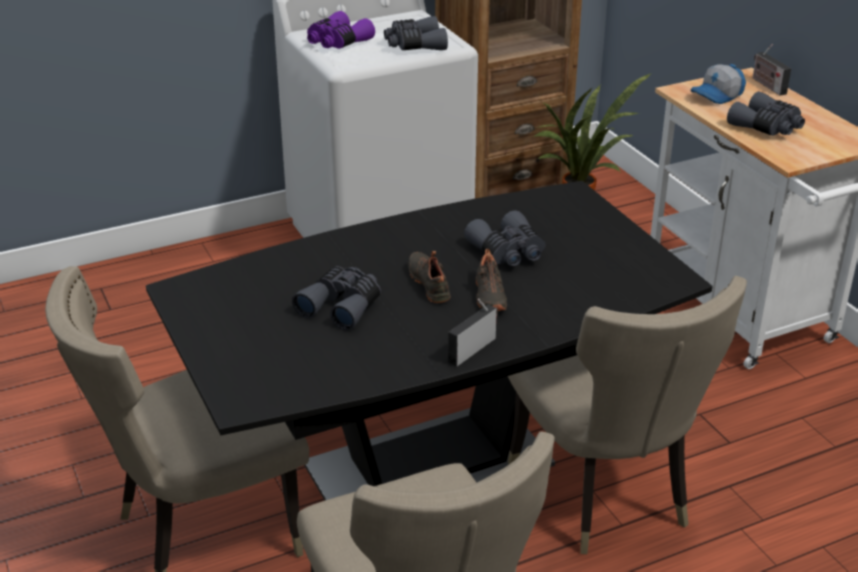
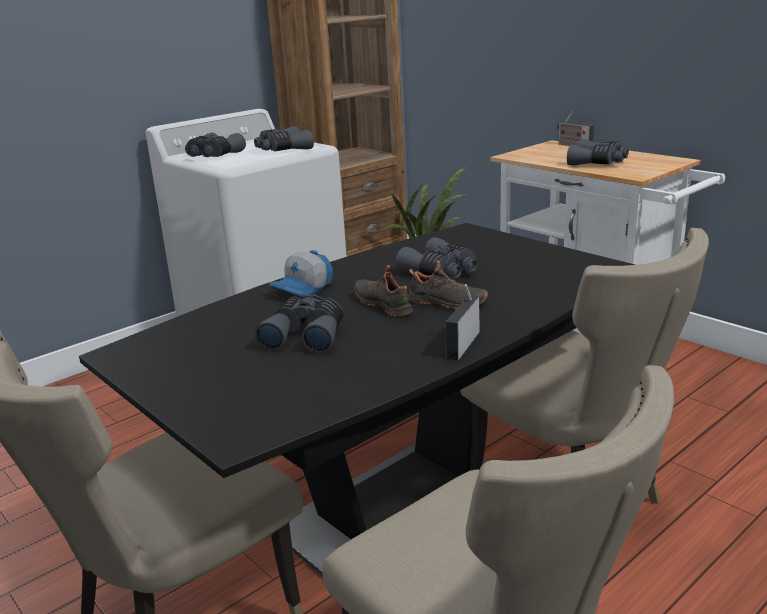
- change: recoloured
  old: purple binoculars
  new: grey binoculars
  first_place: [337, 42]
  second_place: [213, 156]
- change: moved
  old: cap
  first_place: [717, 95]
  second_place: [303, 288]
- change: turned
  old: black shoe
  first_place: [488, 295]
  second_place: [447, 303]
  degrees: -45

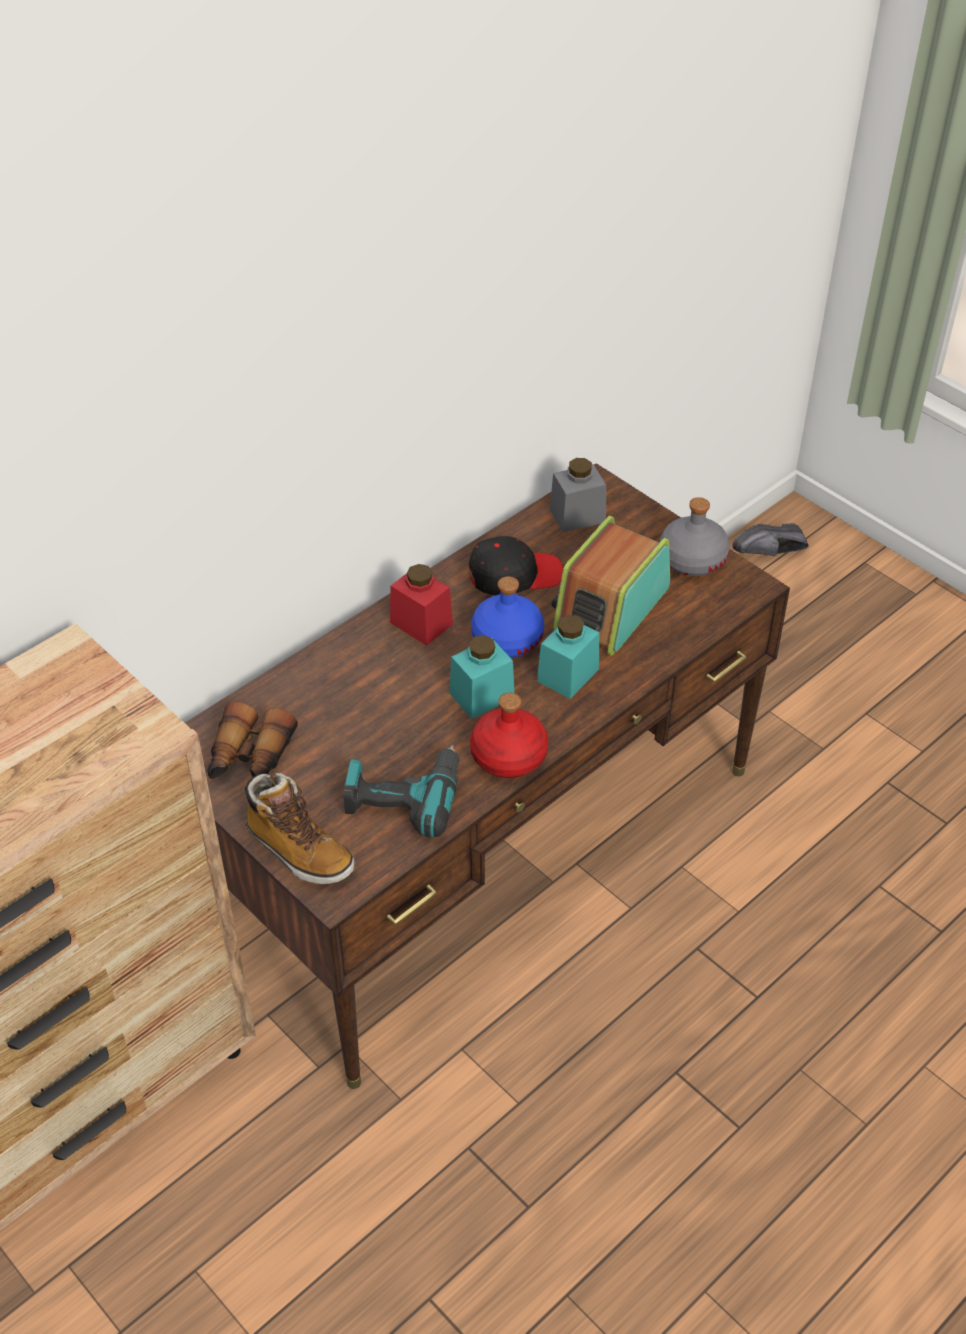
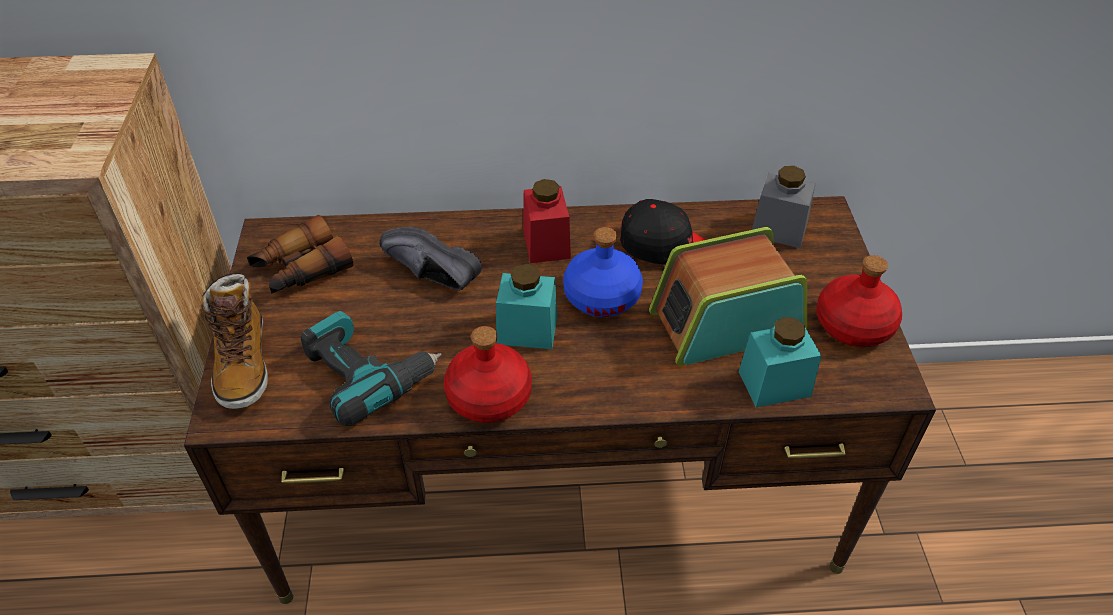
- change: moved
  old: black shoe
  first_place: [771, 553]
  second_place: [428, 276]
- change: moved
  old: turquoise jar
  first_place: [568, 675]
  second_place: [774, 384]
- change: recoloured
  old: grey bottle
  new: red bottle
  first_place: [692, 559]
  second_place: [853, 324]

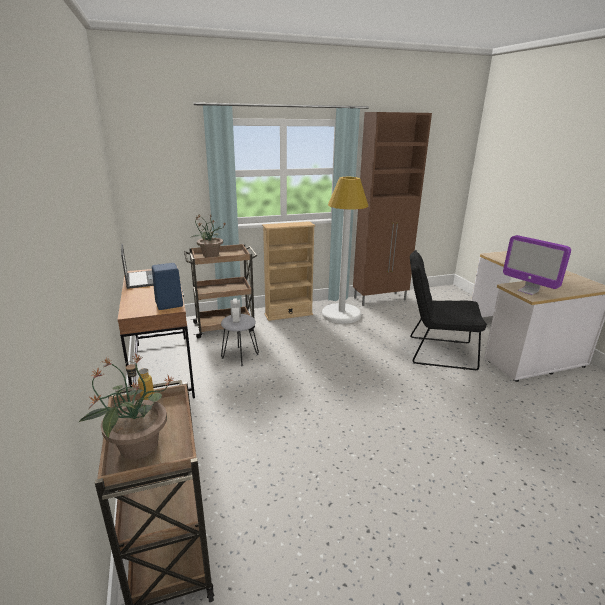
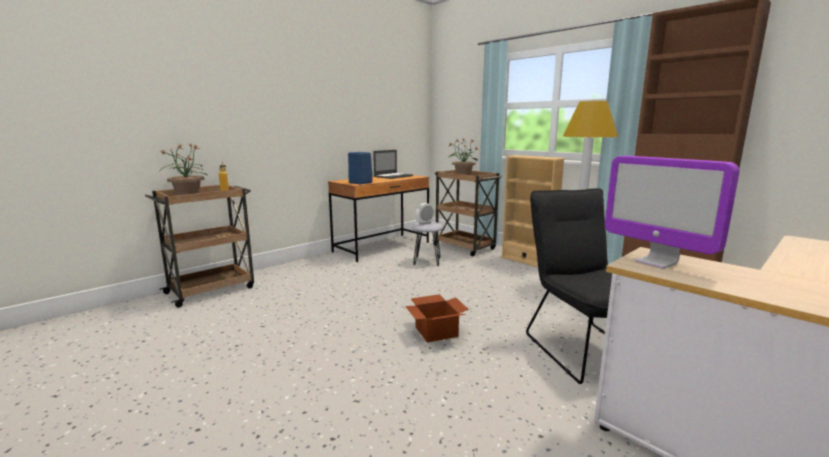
- change: added
  new: cardboard box
  second_place: [436, 331]
- change: turned
  old: monitor
  first_place: [528, 291]
  second_place: [656, 262]
  degrees: -60

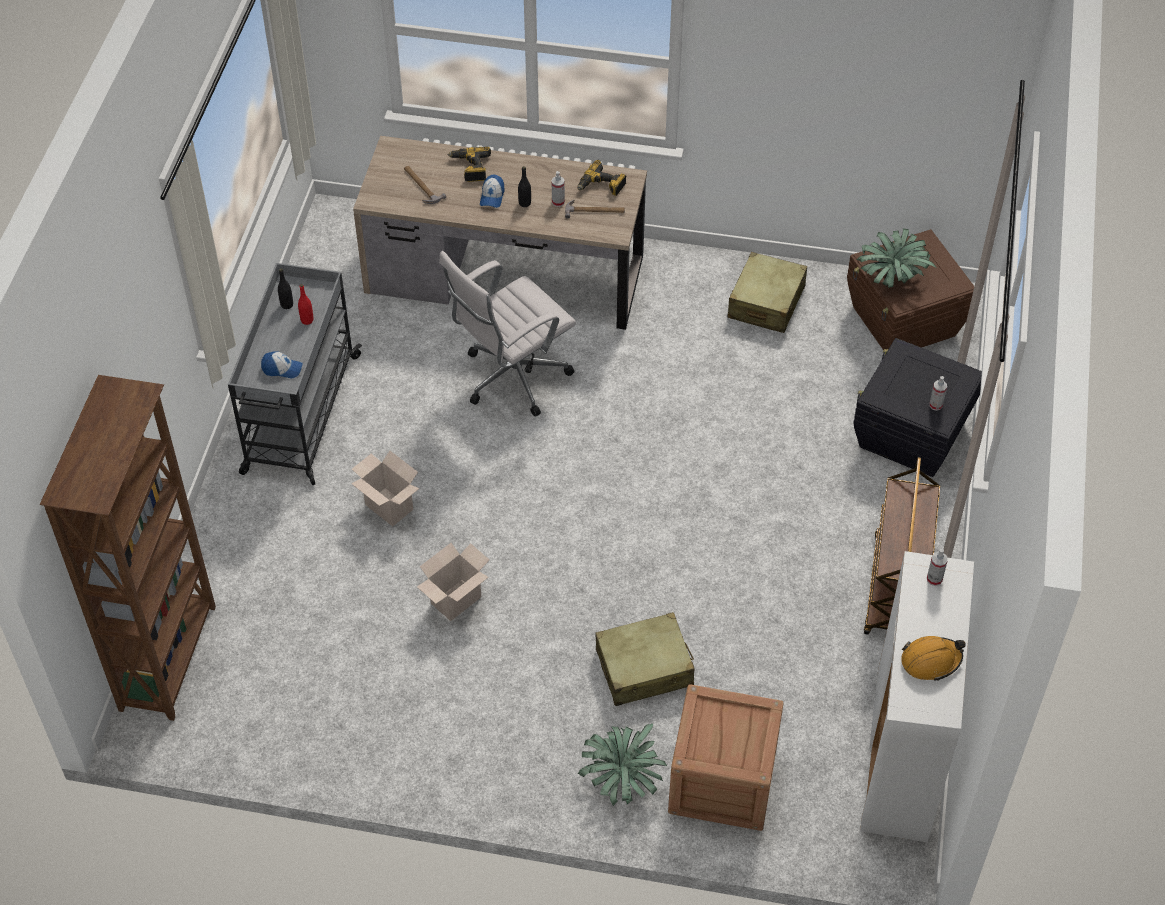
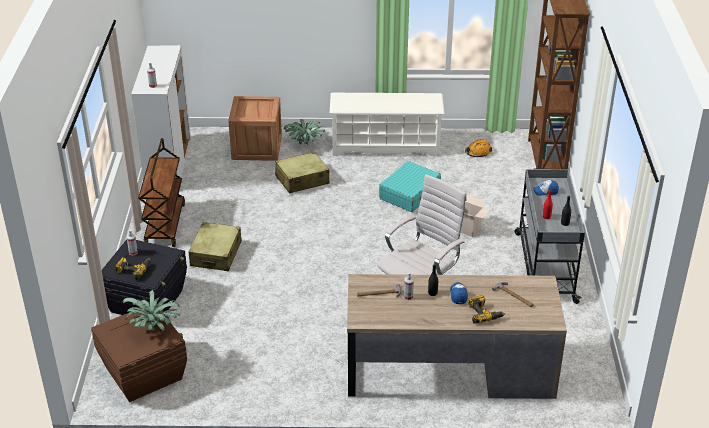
- change: moved
  old: power drill
  first_place: [601, 186]
  second_place: [133, 270]
- change: moved
  old: beige suitcase
  first_place: [766, 303]
  second_place: [216, 254]
- change: added
  new: white shoe rack
  second_place: [386, 145]
- change: replaced
  old: cardboard box
  new: turquoise suitcase
  first_place: [456, 602]
  second_place: [410, 194]
- change: moved
  old: orange hard hat
  first_place: [931, 661]
  second_place: [478, 152]

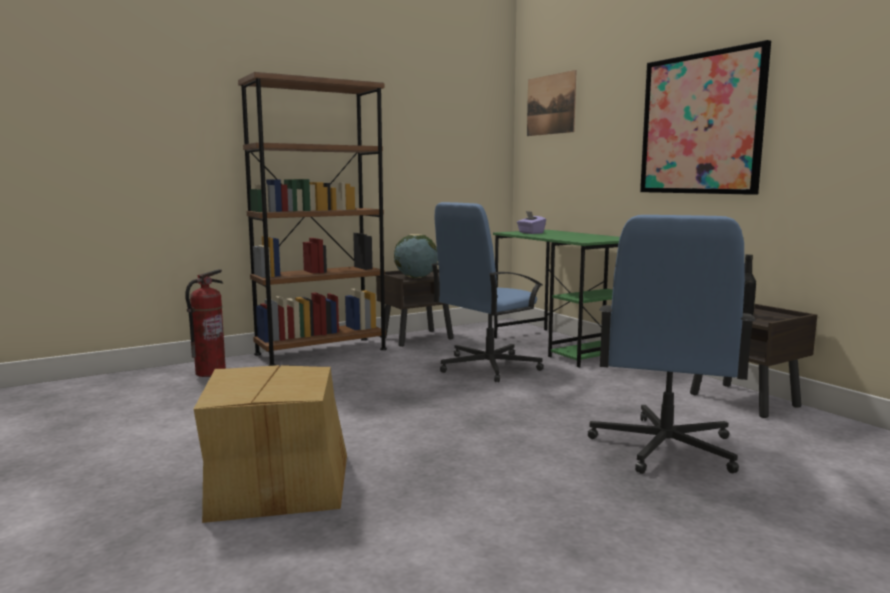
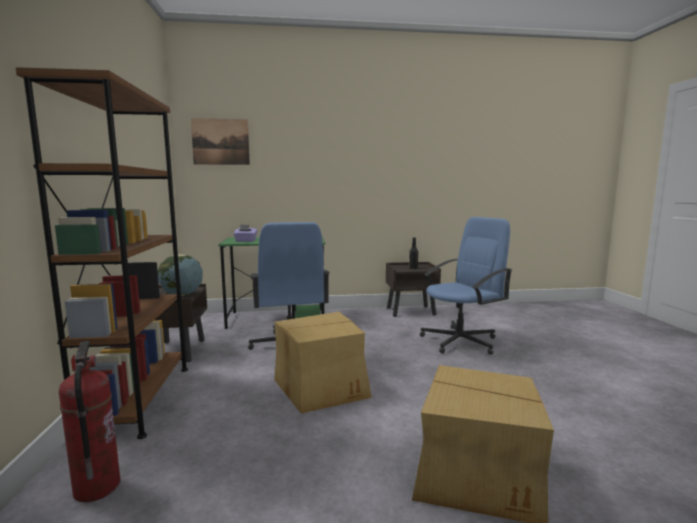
- change: added
  new: cardboard box
  second_place: [322, 386]
- change: turned
  old: blue office chair
  first_place: [663, 448]
  second_place: [461, 341]
  degrees: -75
- change: removed
  old: picture
  first_place: [701, 124]

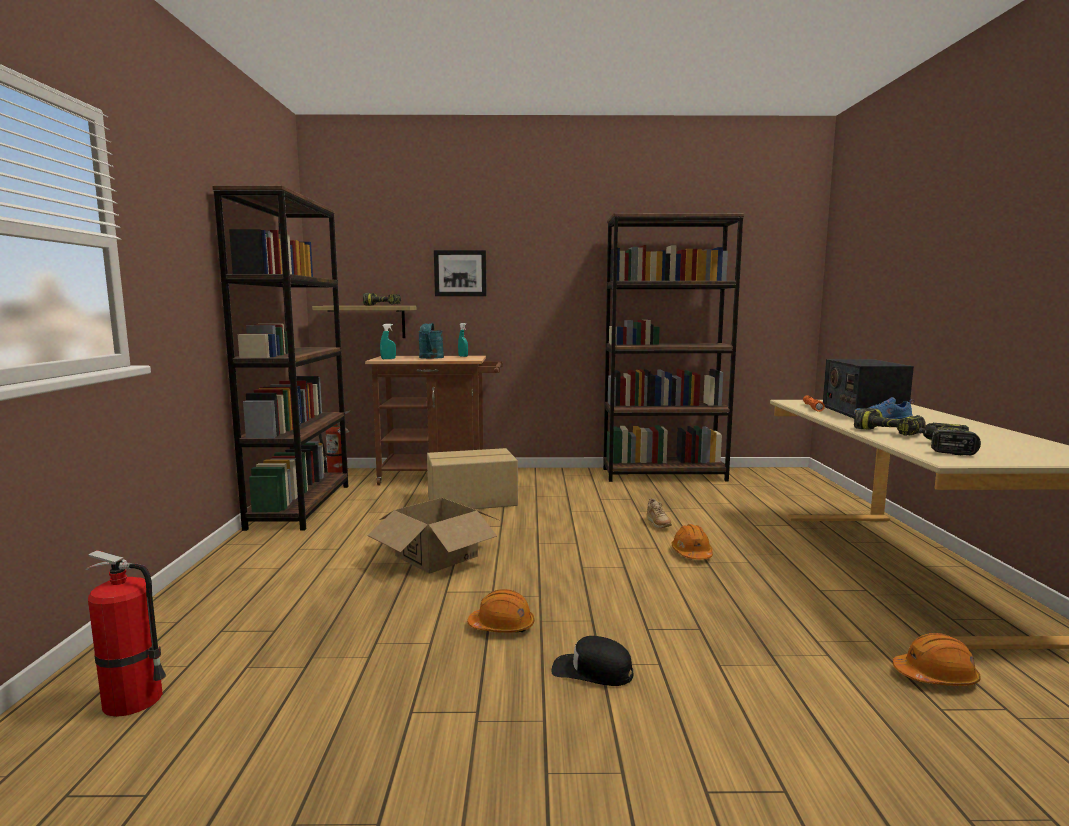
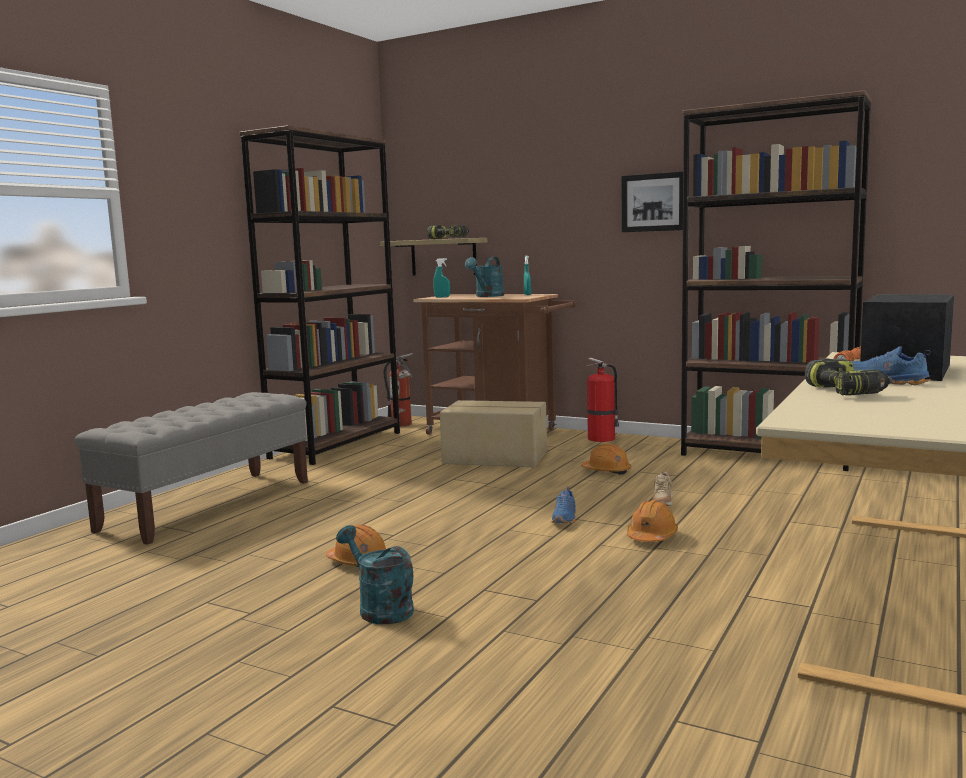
- change: added
  new: grey bench
  second_place: [209, 504]
- change: replaced
  old: black cap
  new: turquoise watering can
  first_place: [592, 671]
  second_place: [379, 608]
- change: added
  new: blue shoe
  second_place: [565, 519]
- change: moved
  old: orange hard hat
  first_place: [935, 676]
  second_place: [607, 471]
- change: moved
  old: fire extinguisher
  first_place: [136, 699]
  second_place: [602, 438]
- change: moved
  old: picture
  first_place: [460, 273]
  second_place: [653, 202]
- change: removed
  old: cardboard box
  first_place: [436, 555]
- change: removed
  old: power drill
  first_place: [946, 448]

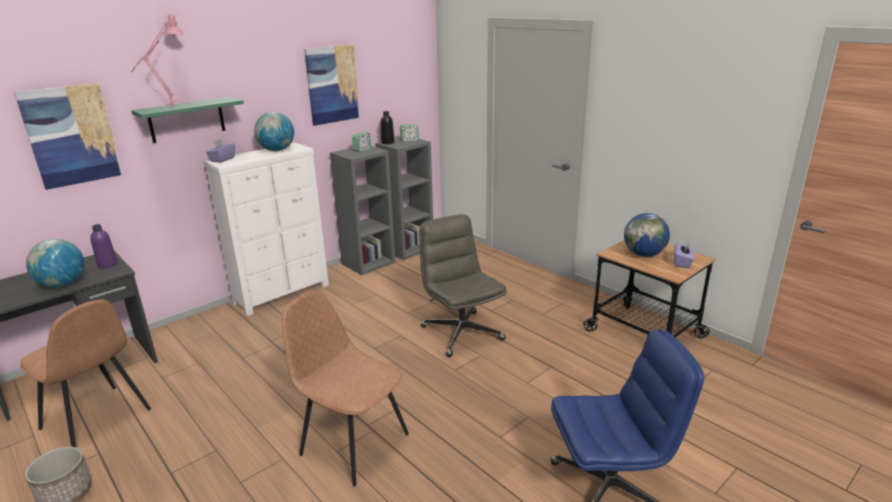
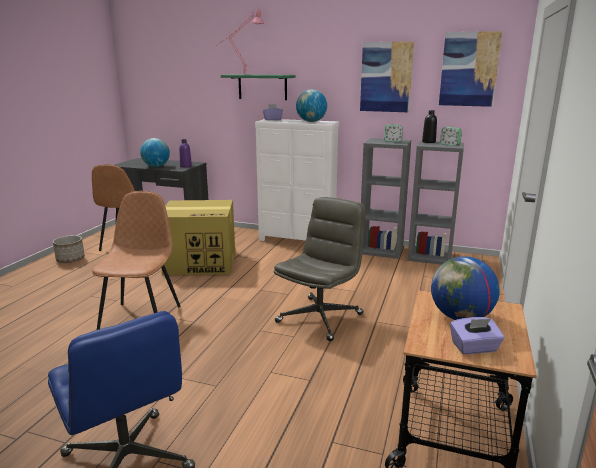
- change: added
  new: cardboard box
  second_place: [201, 262]
- change: moved
  old: picture
  first_place: [71, 135]
  second_place: [469, 69]

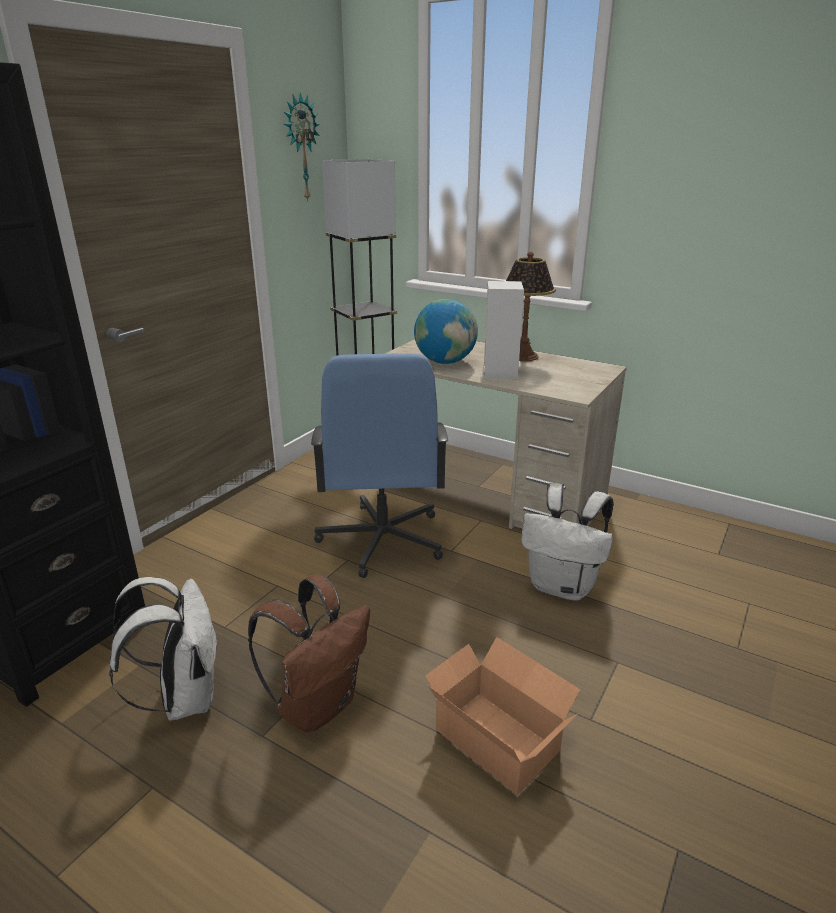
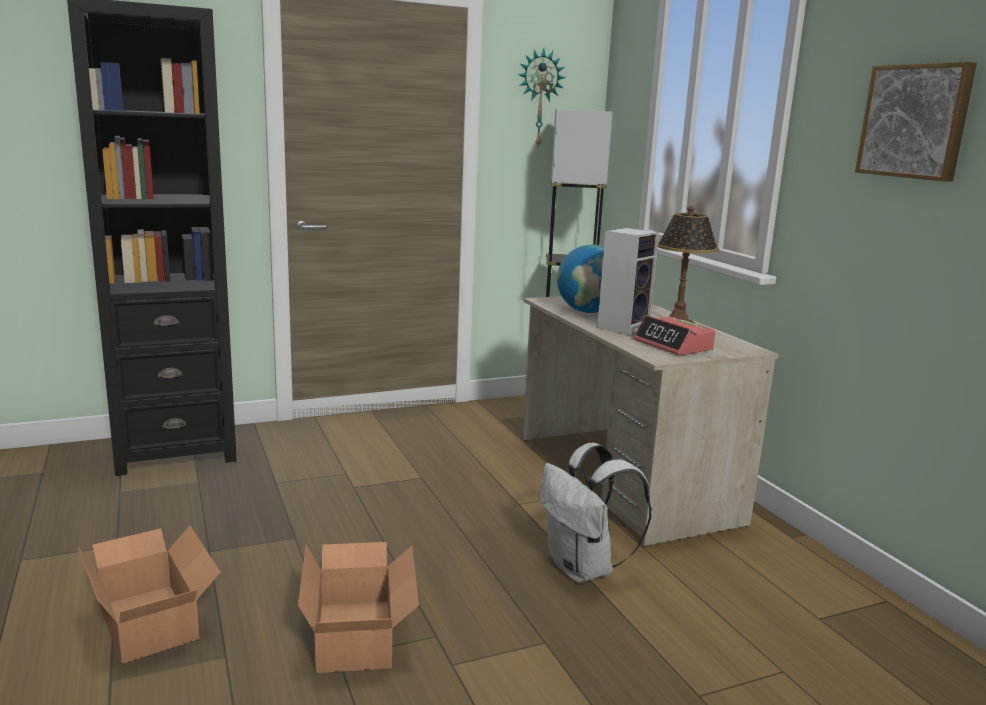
- change: added
  new: cardboard box
  second_place: [152, 619]
- change: added
  new: alarm clock
  second_place: [673, 345]
- change: added
  new: picture
  second_place: [916, 121]
- change: removed
  old: white backpack
  first_place: [184, 697]
- change: removed
  old: brown backpack
  first_place: [318, 704]
- change: removed
  old: blue office chair
  first_place: [381, 540]

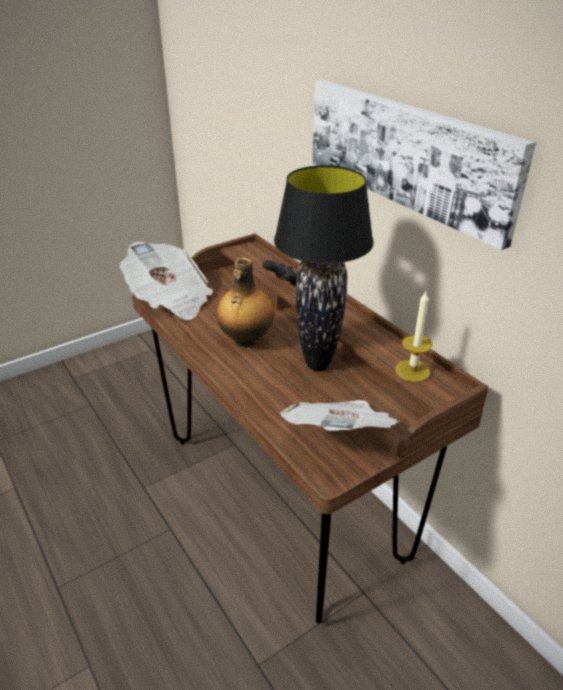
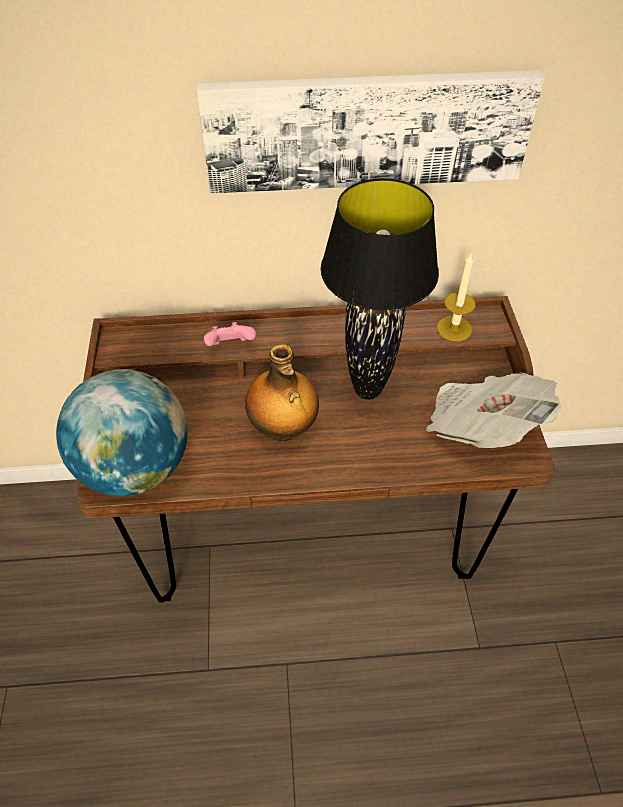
- change: replaced
  old: newspaper
  new: globe
  first_place: [170, 300]
  second_place: [136, 468]
- change: recoloured
  old: black game controller
  new: pink game controller
  first_place: [282, 283]
  second_place: [231, 346]

